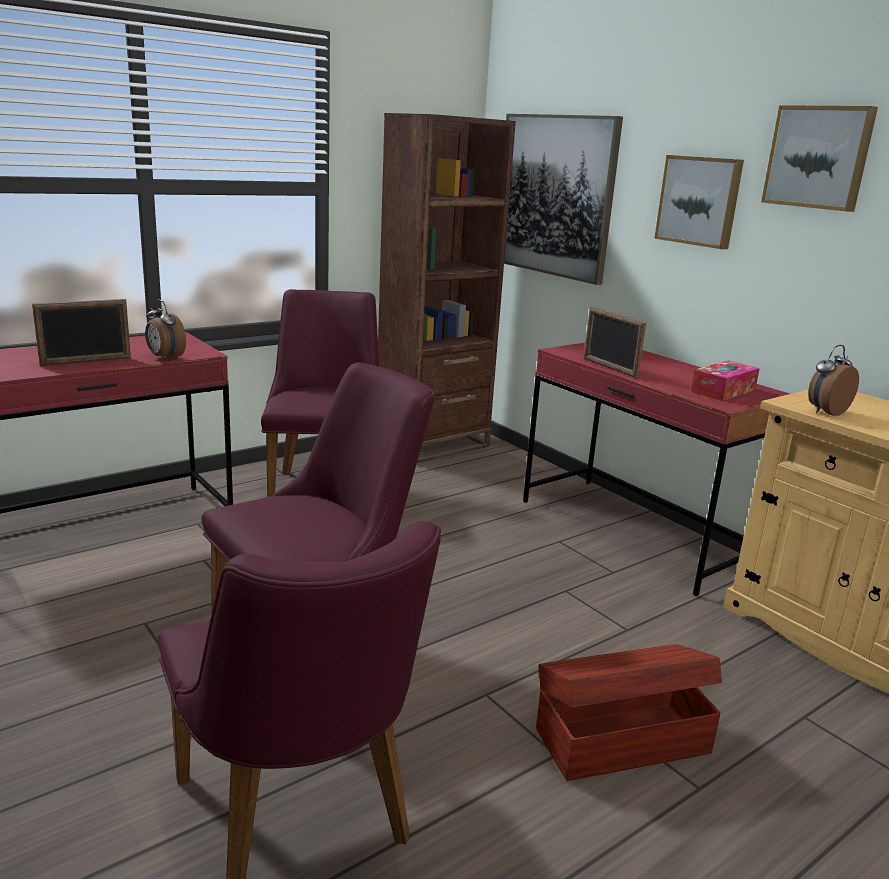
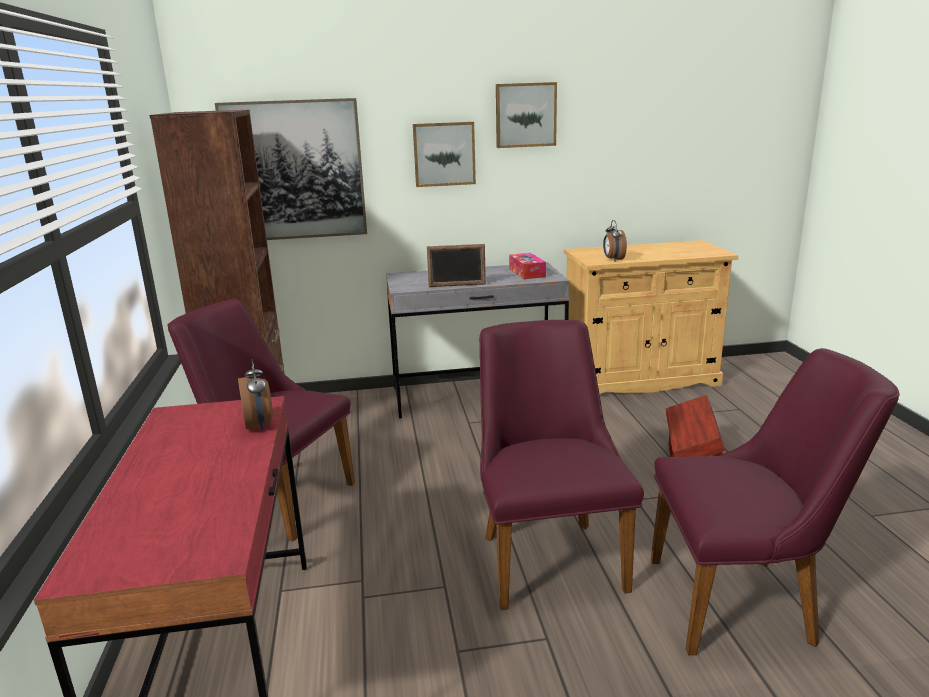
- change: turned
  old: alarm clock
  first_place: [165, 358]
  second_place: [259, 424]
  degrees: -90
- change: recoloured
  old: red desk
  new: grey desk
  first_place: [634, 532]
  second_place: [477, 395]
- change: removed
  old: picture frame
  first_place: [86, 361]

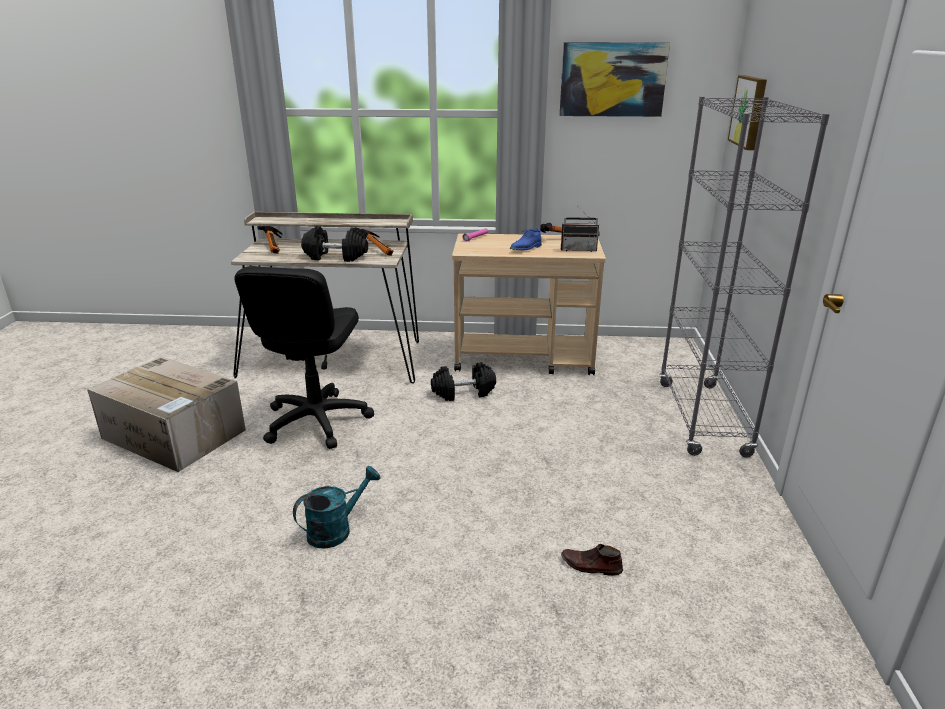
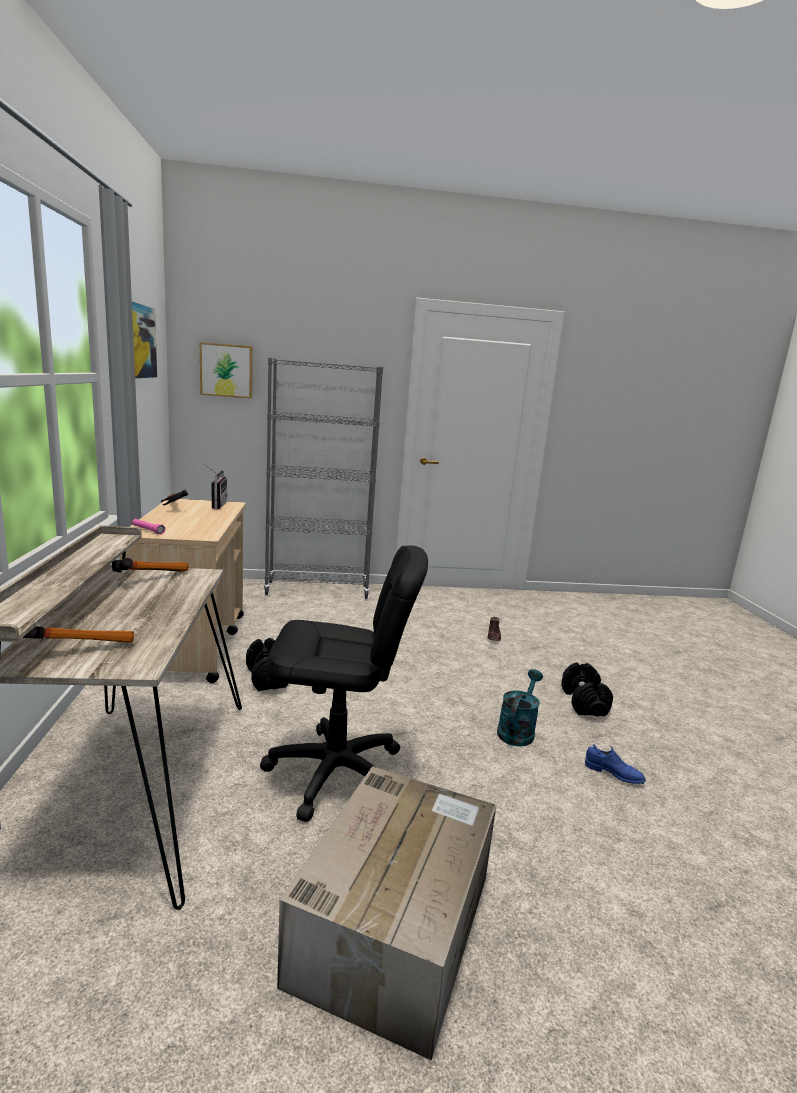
- change: turned
  old: turquoise watering can
  first_place: [336, 529]
  second_place: [517, 730]
  degrees: 75
- change: moved
  old: black dumbbell
  first_place: [335, 257]
  second_place: [584, 702]
- change: moved
  old: blue shoe
  first_place: [526, 249]
  second_place: [613, 774]

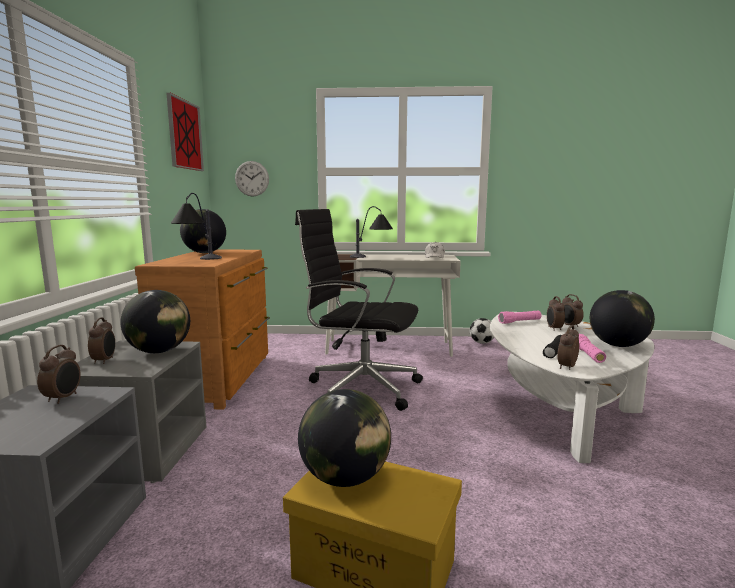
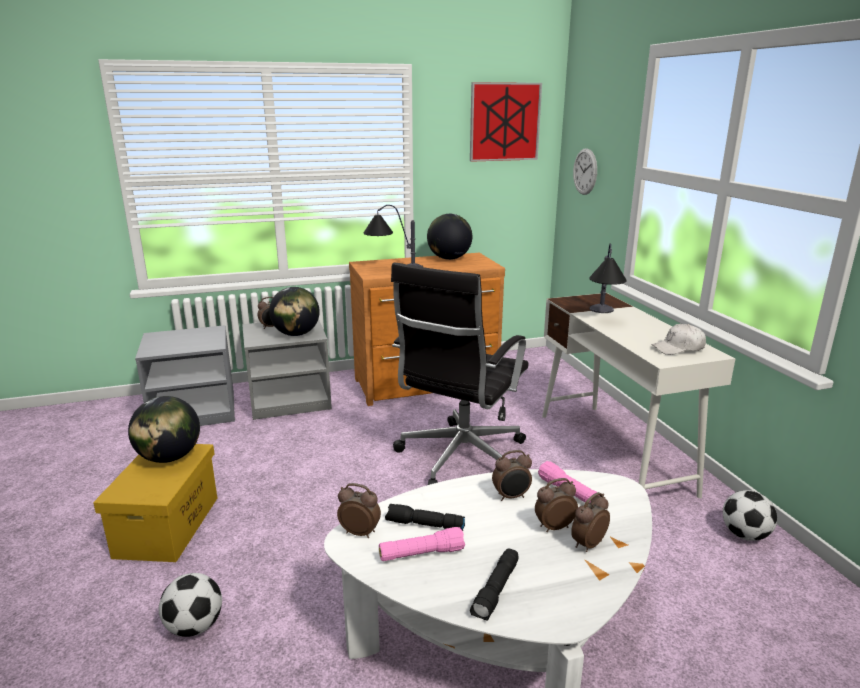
- change: added
  new: football
  second_place: [194, 626]
- change: turned
  old: black office chair
  first_place: [360, 388]
  second_place: [460, 459]
  degrees: -150
- change: replaced
  old: globe
  new: black flashlight
  first_place: [618, 345]
  second_place: [496, 591]
- change: moved
  old: alarm clock
  first_place: [63, 398]
  second_place: [511, 497]

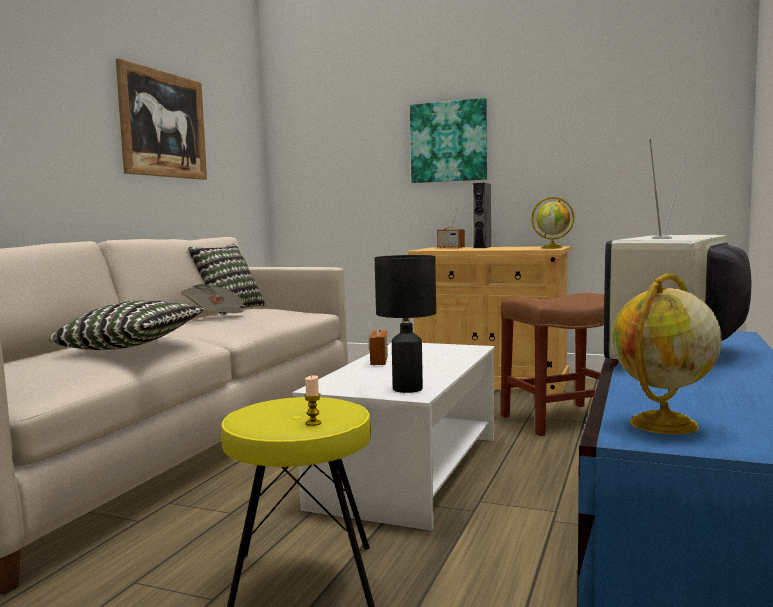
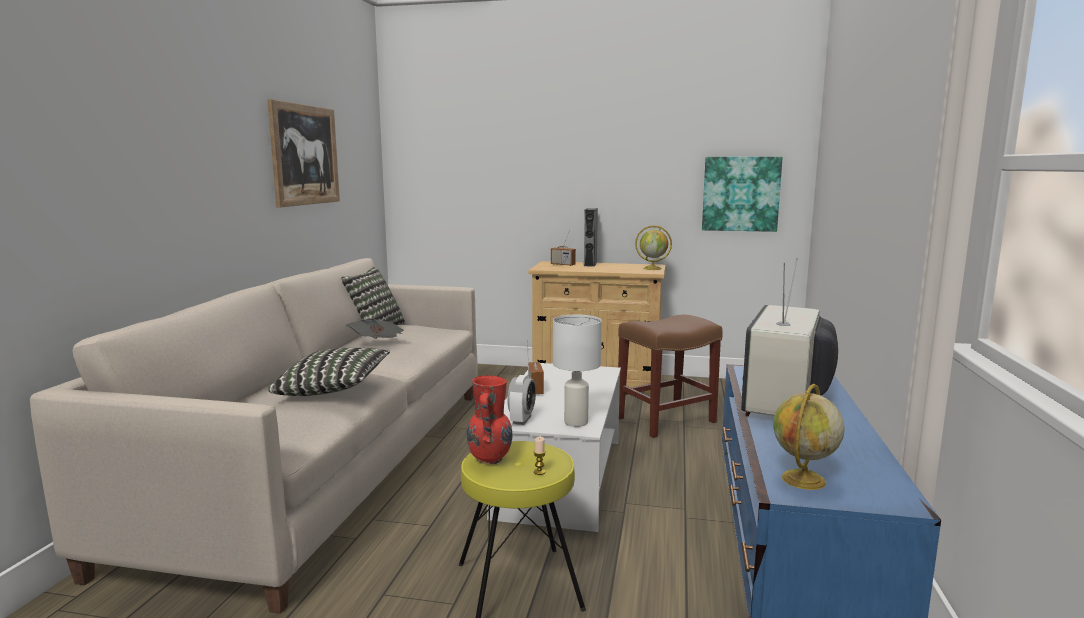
- change: added
  new: red vase
  second_place: [490, 459]
- change: added
  new: alarm clock
  second_place: [521, 420]
- change: recoloured
  old: black table lamp
  new: white table lamp
  first_place: [406, 389]
  second_place: [575, 422]
- change: moved
  old: picture
  first_place: [448, 142]
  second_place: [740, 194]

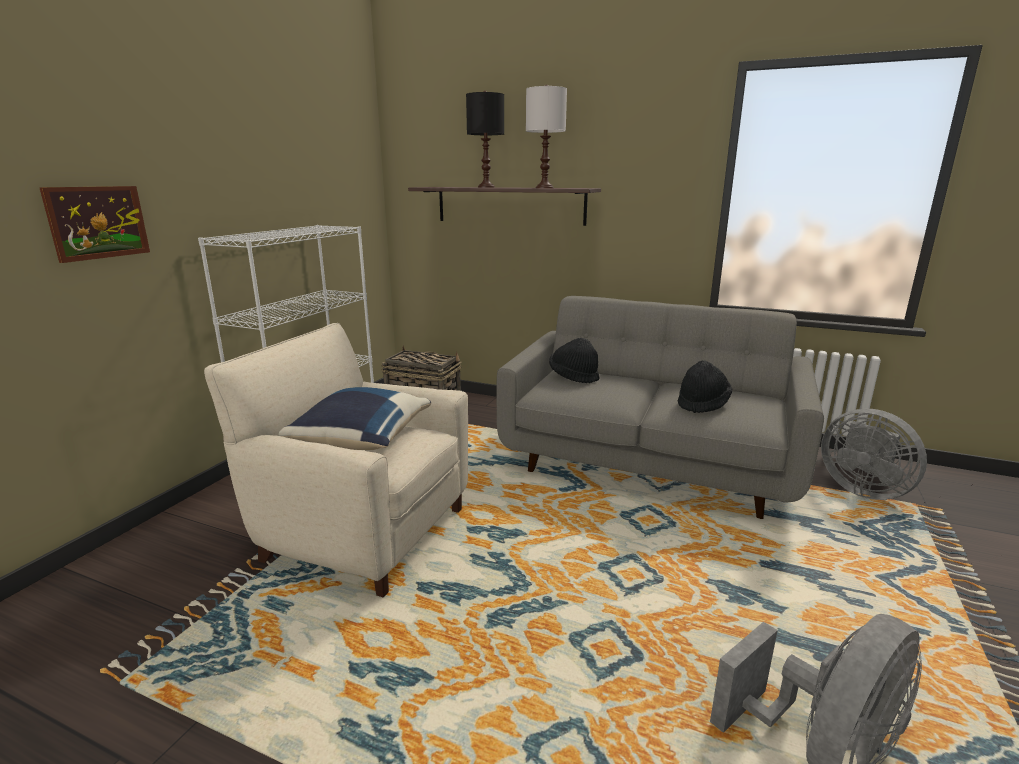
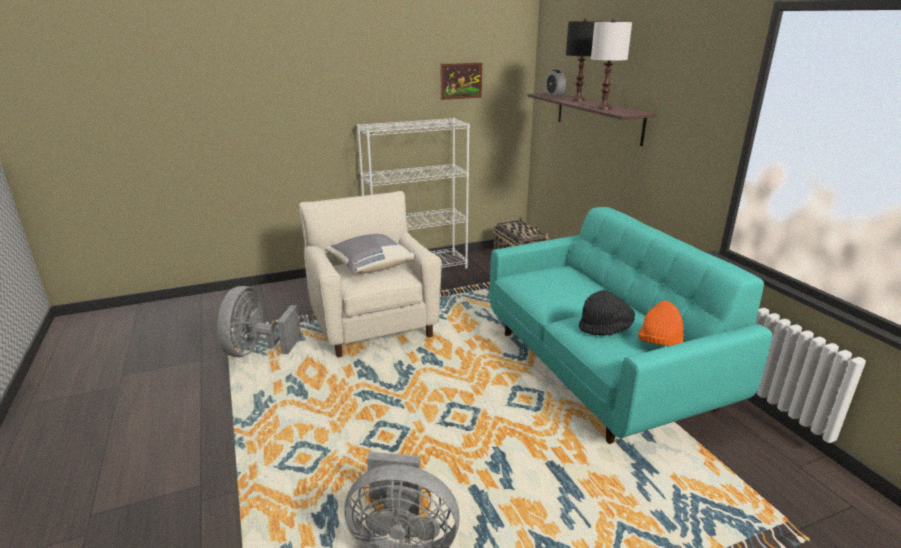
- change: moved
  old: grey fan
  first_place: [862, 489]
  second_place: [256, 350]
- change: recoloured
  old: blue pillow
  new: grey pillow
  first_place: [359, 439]
  second_place: [370, 266]
- change: moved
  old: picture
  first_place: [98, 222]
  second_place: [461, 81]
- change: recoloured
  old: grey sofa
  new: turquoise sofa
  first_place: [649, 463]
  second_place: [599, 369]
- change: added
  new: alarm clock
  second_place: [554, 94]
- change: added
  new: orange hat
  second_place: [659, 344]
- change: removed
  old: black hat
  first_place: [573, 376]

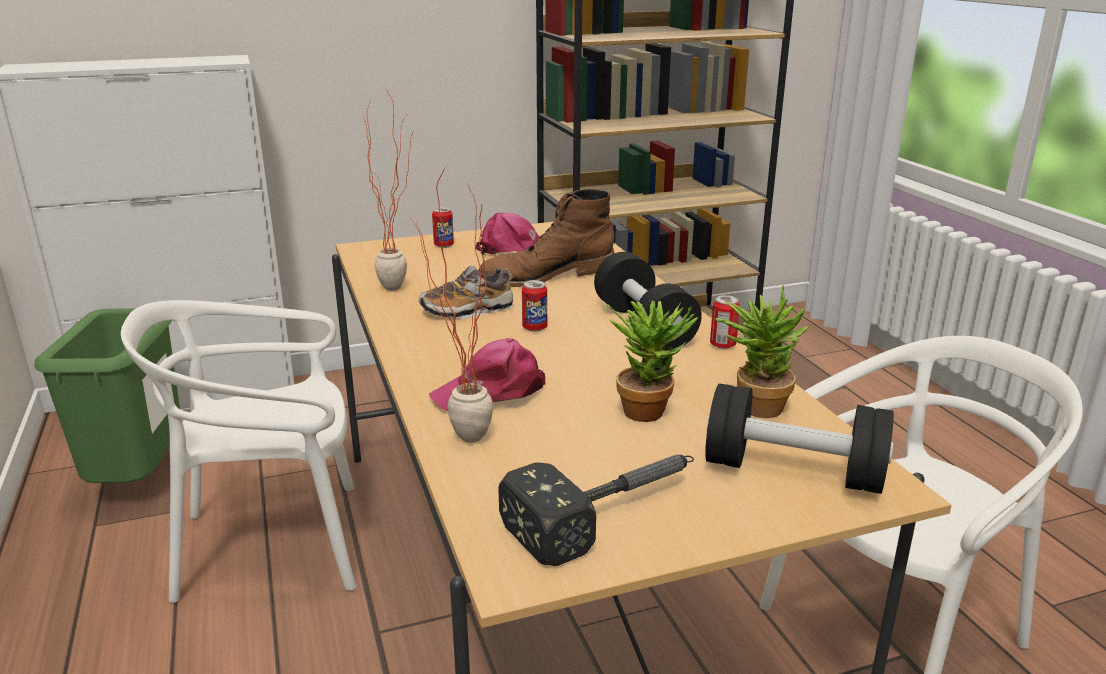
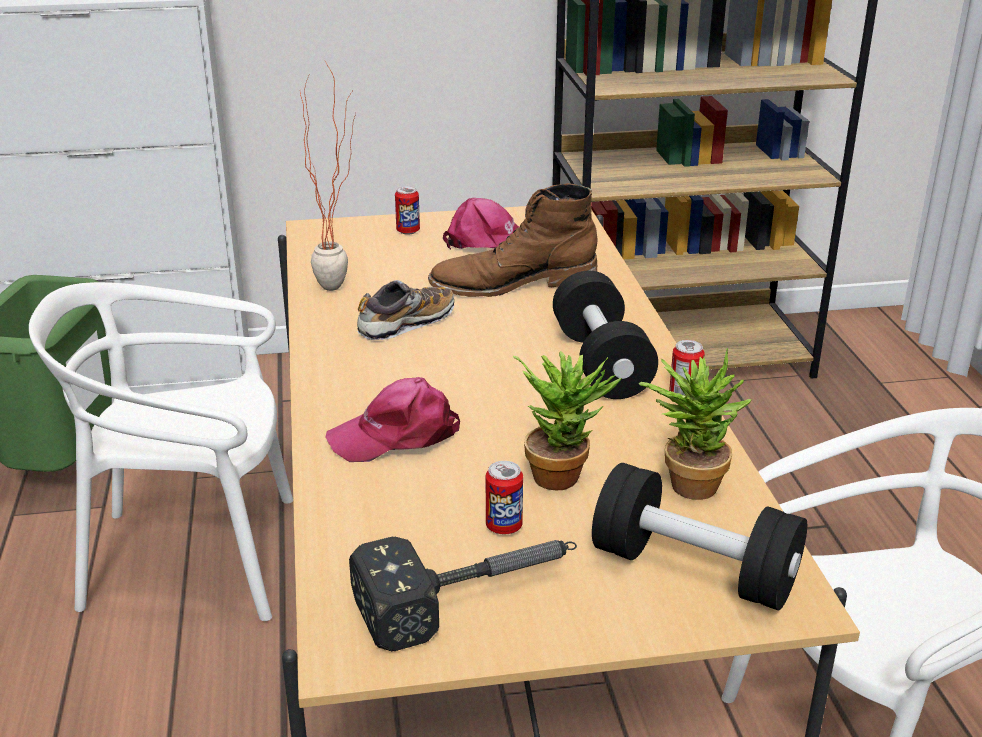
- change: turned
  old: shoe
  first_place: [467, 310]
  second_place: [406, 324]
  degrees: 150
- change: moved
  old: can
  first_place: [534, 328]
  second_place: [504, 526]
- change: removed
  old: potted plant
  first_place: [457, 440]

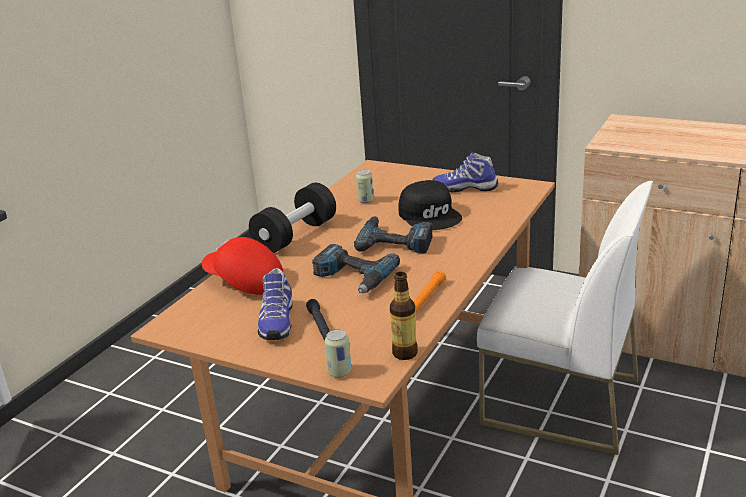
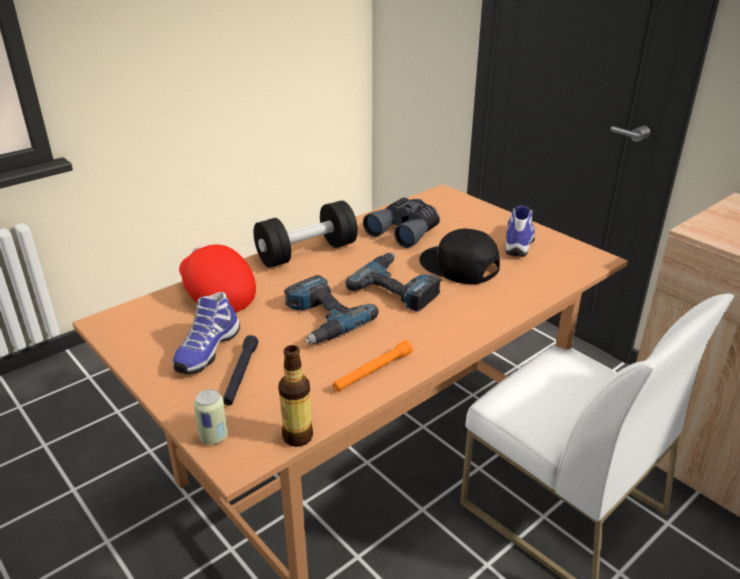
- change: replaced
  old: can
  new: grey binoculars
  first_place: [365, 200]
  second_place: [405, 230]
- change: turned
  old: black cap
  first_place: [430, 215]
  second_place: [458, 265]
  degrees: 135
- change: turned
  old: shoe
  first_place: [465, 188]
  second_place: [519, 242]
  degrees: 75

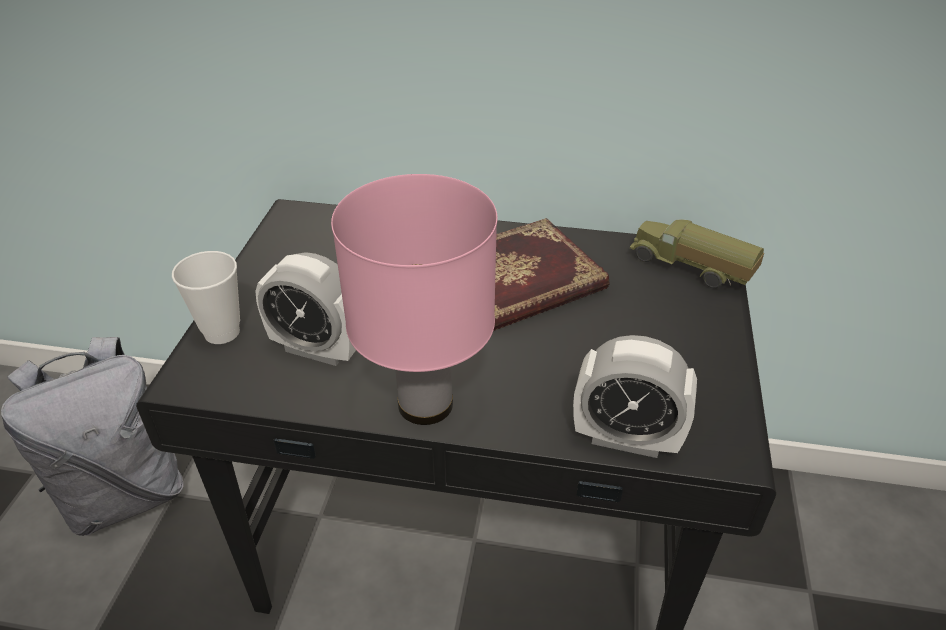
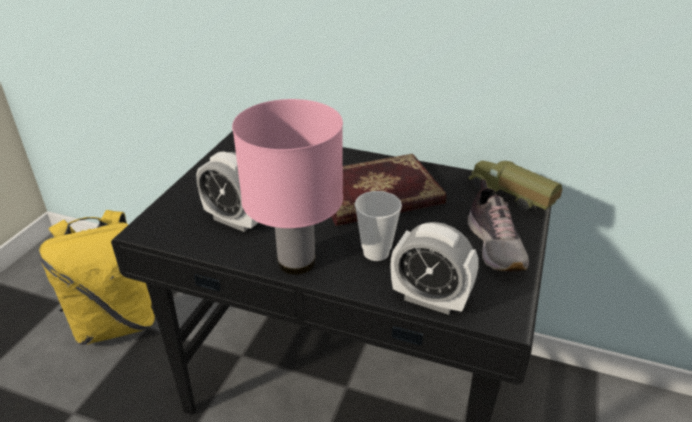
- change: recoloured
  old: grey backpack
  new: yellow backpack
  first_place: [126, 493]
  second_place: [116, 322]
- change: moved
  old: cup
  first_place: [222, 332]
  second_place: [376, 252]
- change: added
  new: shoe
  second_place: [496, 245]

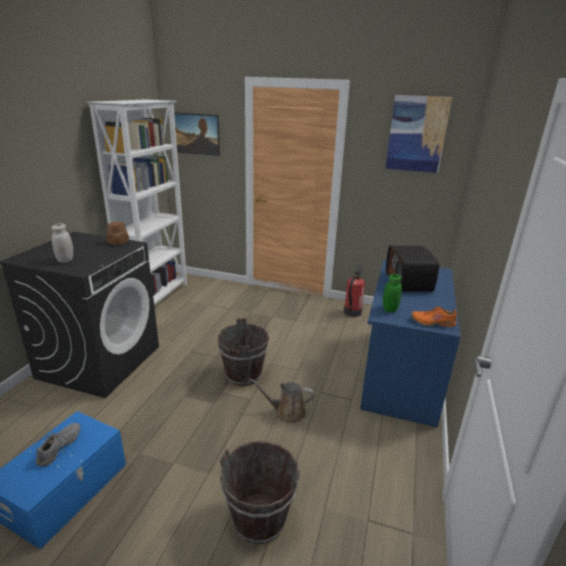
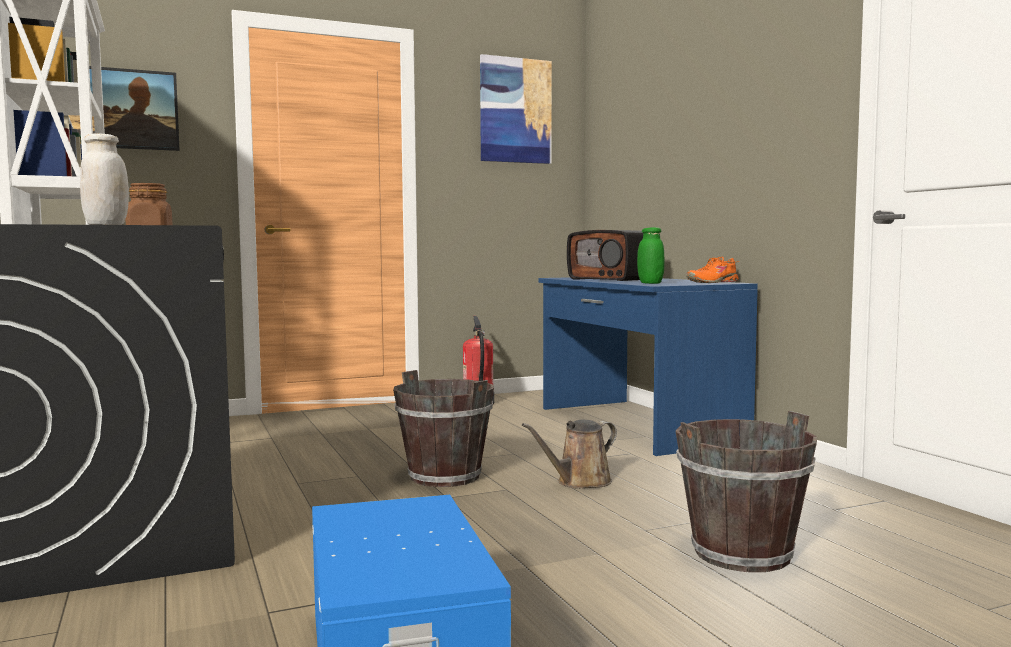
- change: removed
  old: grey shoe
  first_place: [60, 447]

